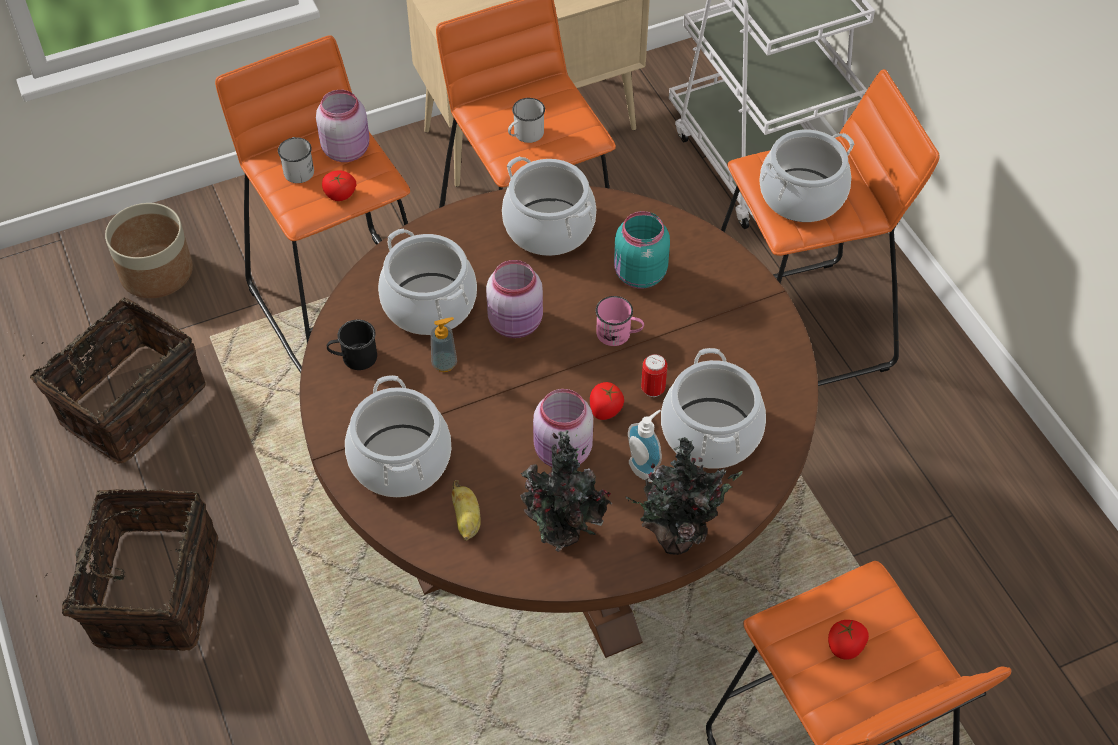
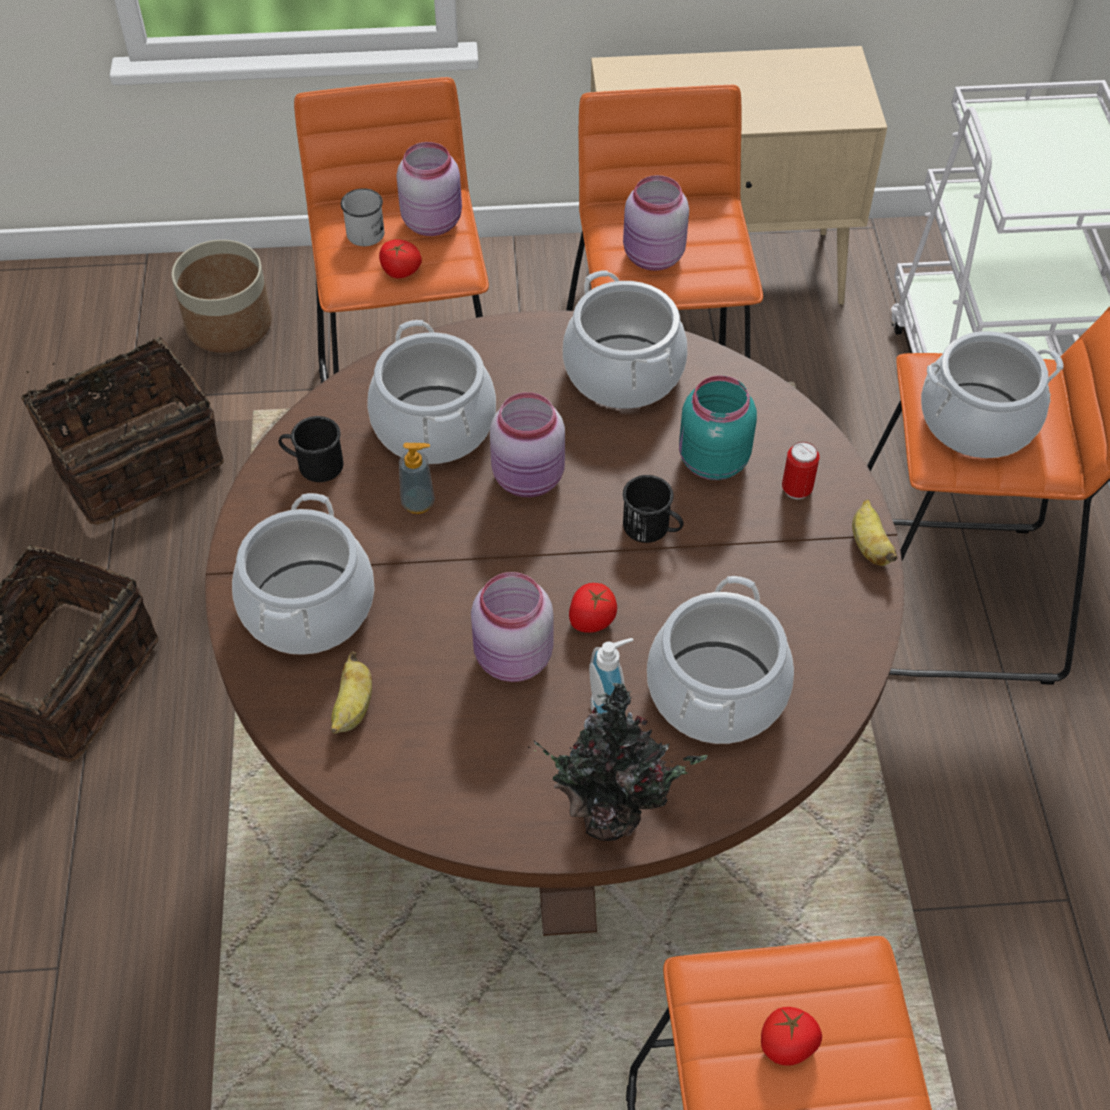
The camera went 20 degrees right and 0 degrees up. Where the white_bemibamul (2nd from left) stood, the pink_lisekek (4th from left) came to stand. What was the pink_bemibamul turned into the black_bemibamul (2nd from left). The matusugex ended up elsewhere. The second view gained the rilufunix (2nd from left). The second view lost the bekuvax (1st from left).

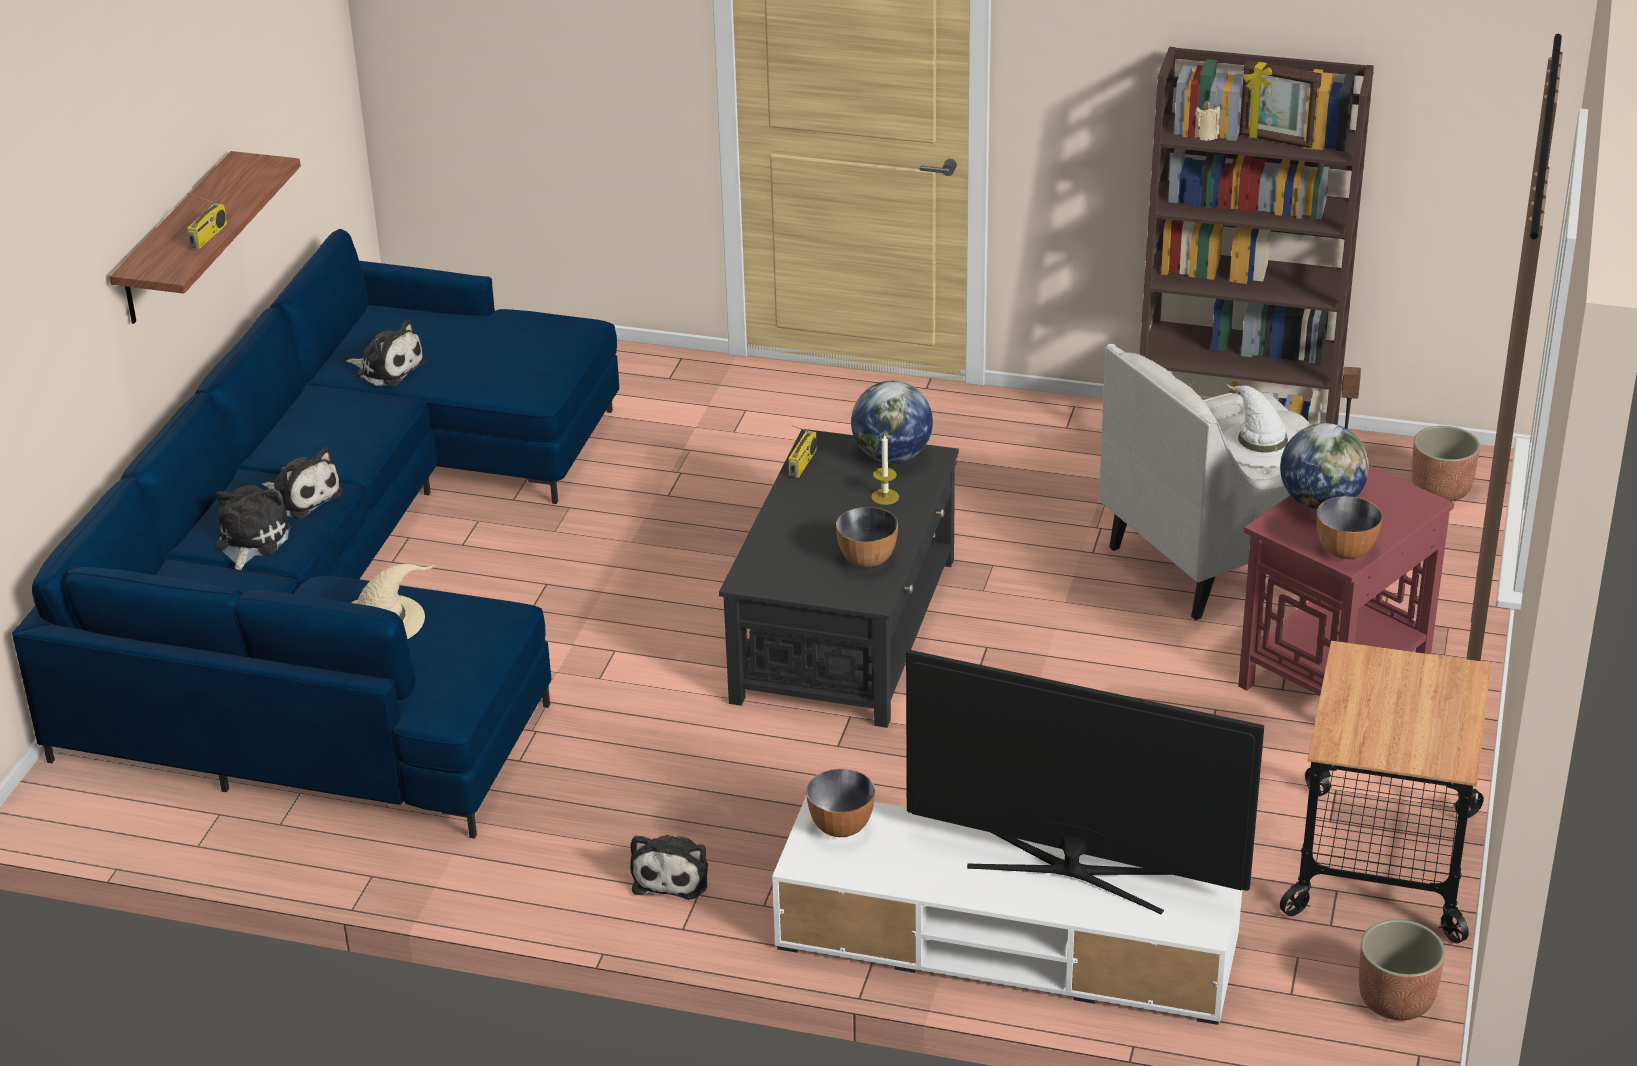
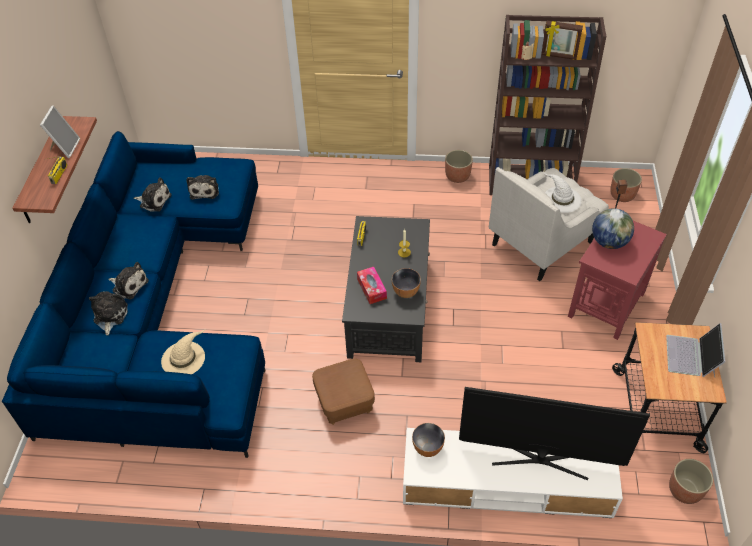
The camera went 10 degrees left and 15 degrees up. The second view gained the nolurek (1st from left). The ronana (4th from left) ended up elsewhere. The second view gained the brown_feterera. The second view gained the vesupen. The second view gained the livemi (1st from left). The second view gained the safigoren. The second view lost the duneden (1st from left). The second view lost the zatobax (3rd from left).

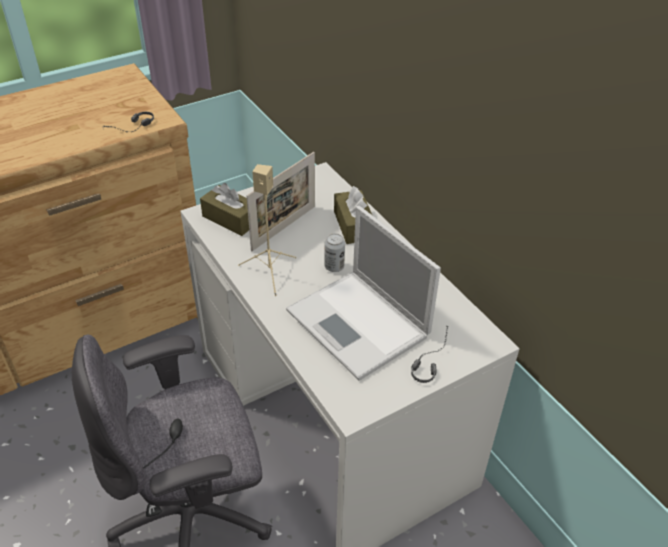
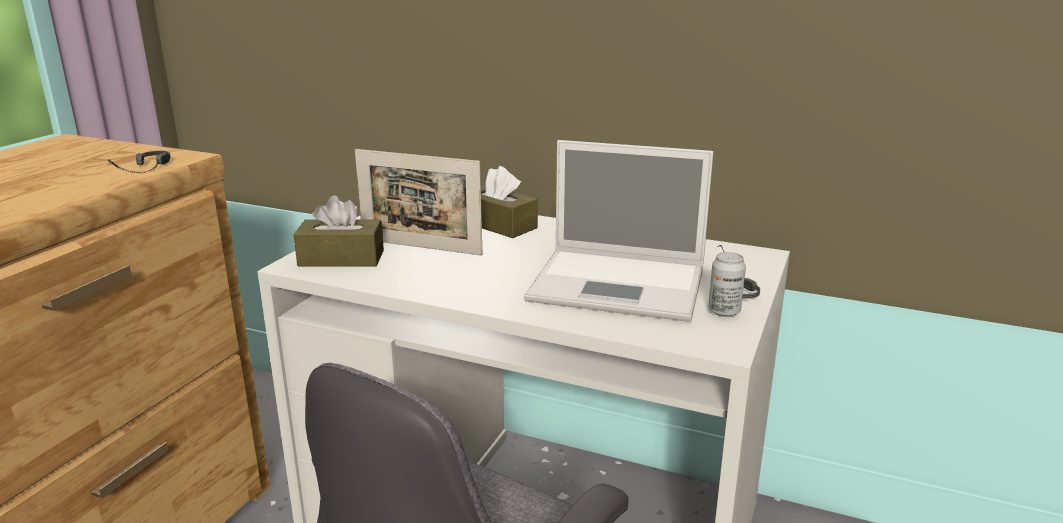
The camera went 35 degrees left and 20 degrees down. The nolurek ended up facing another way, 105 degrees clockwise from before. The matusugex ended up elsewhere. The second view lost the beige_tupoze.

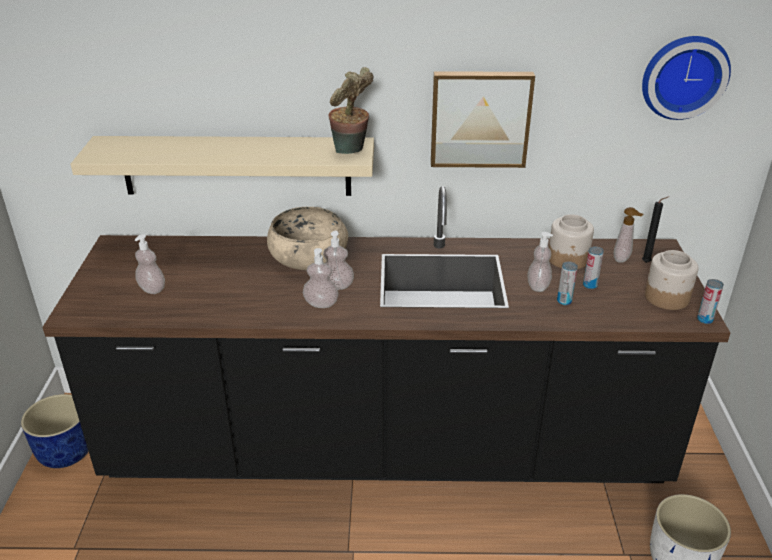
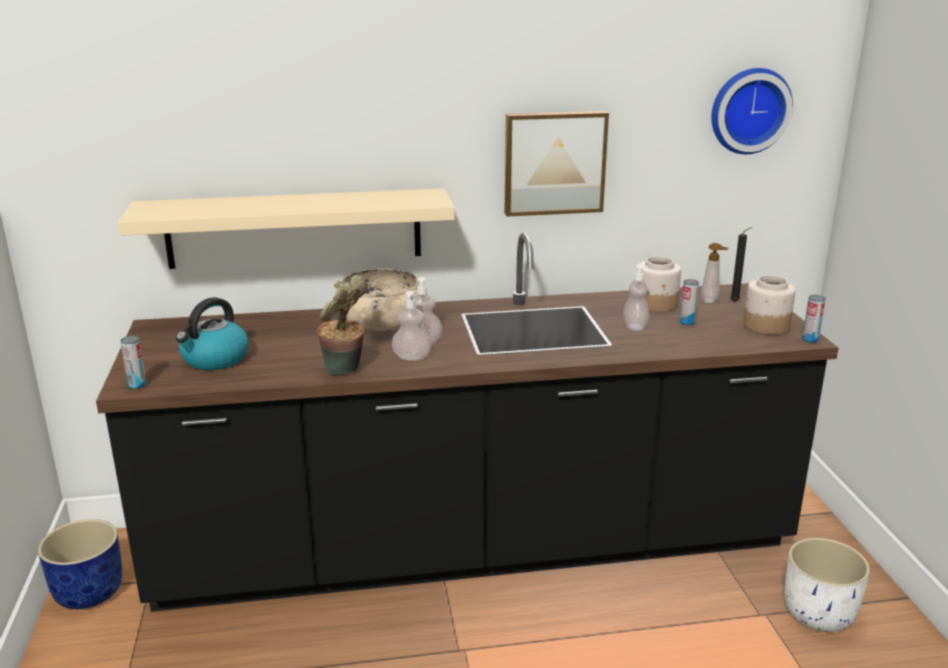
The camera went 10 degrees left and 10 degrees down. The matusugex (1st from left) ended up elsewhere. Where the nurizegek (1st from left) stood, the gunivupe came to stand. The bekuvax ended up elsewhere.

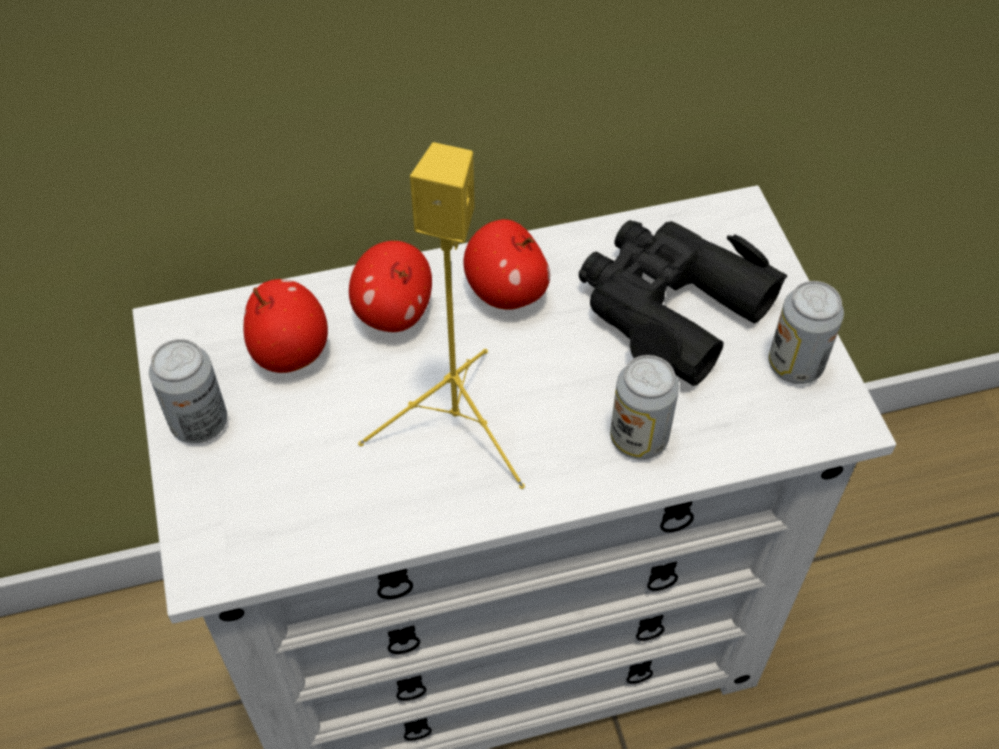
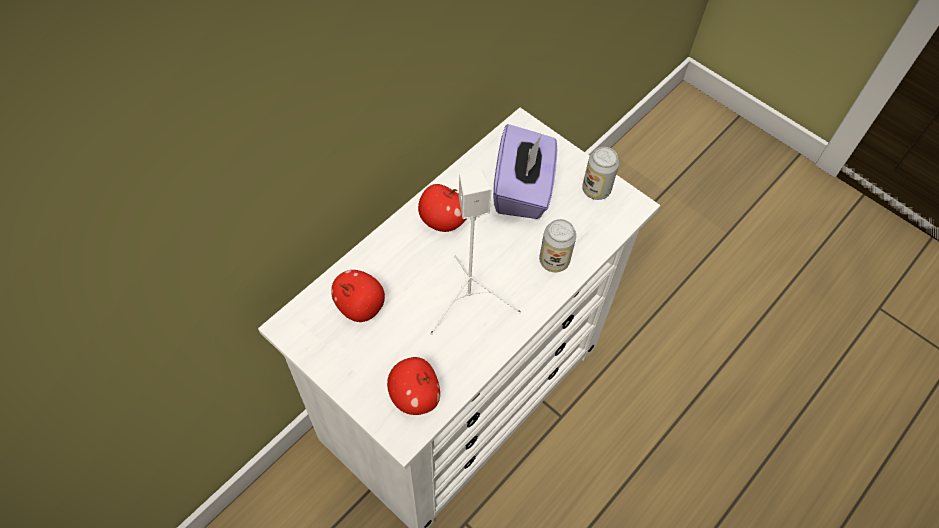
The camera went 35 degrees left and 5 degrees up. The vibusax (2nd from left) ended up elsewhere. What was the yellow_tupoze turned into the white_tupoze. Where the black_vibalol stood, the purple_vesupen came to stand. The second view lost the matusugex (1st from left).

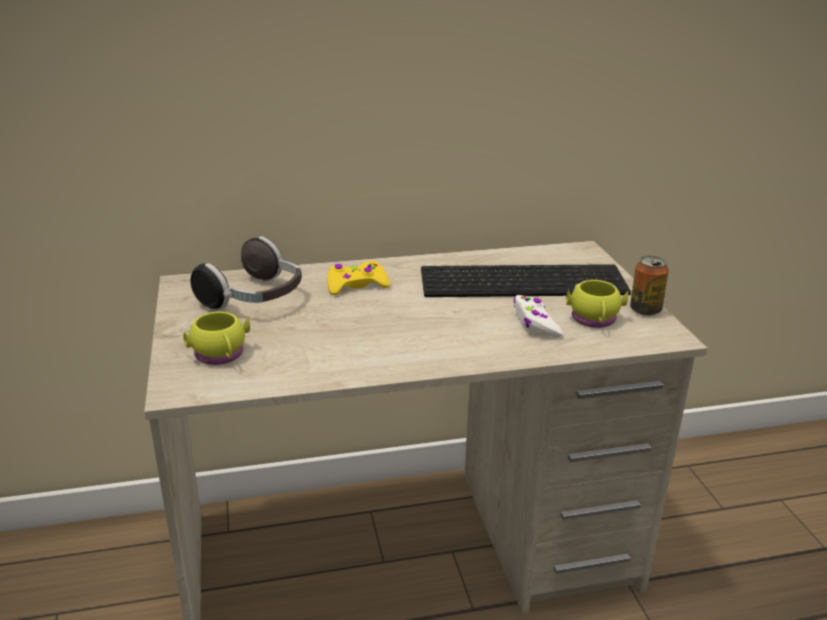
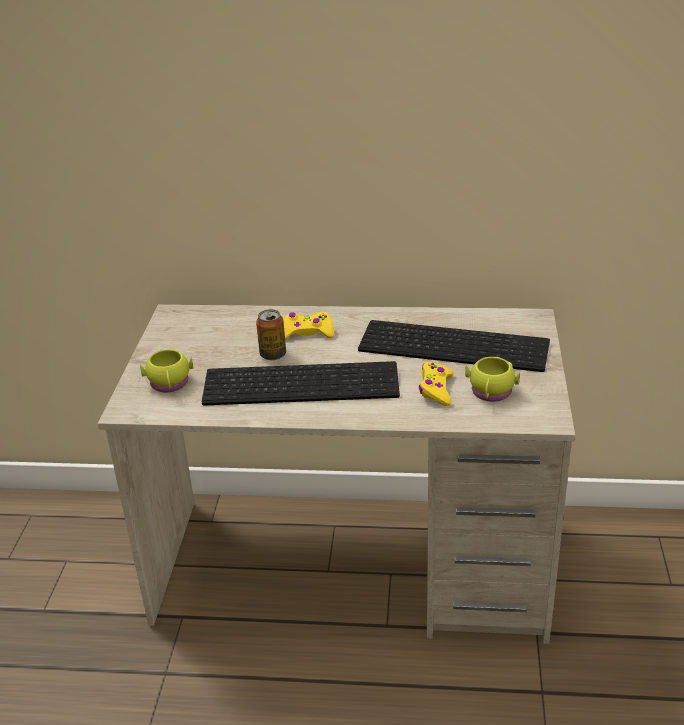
The camera went 20 degrees right and 5 degrees up. The second view gained the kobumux (1st from left). The matusugex ended up elsewhere. What was the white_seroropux turned into the yellow_seroropux (2nd from left). The second view lost the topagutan.

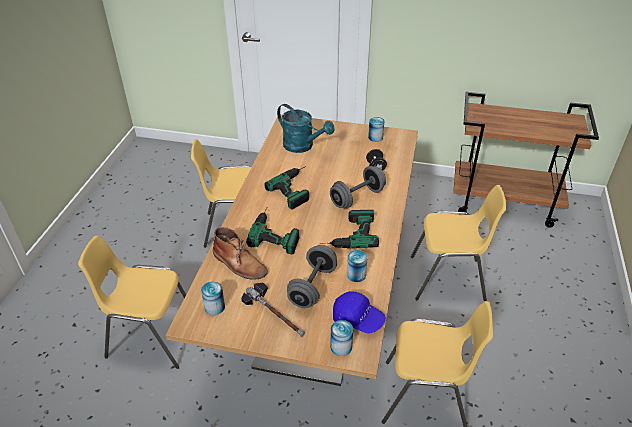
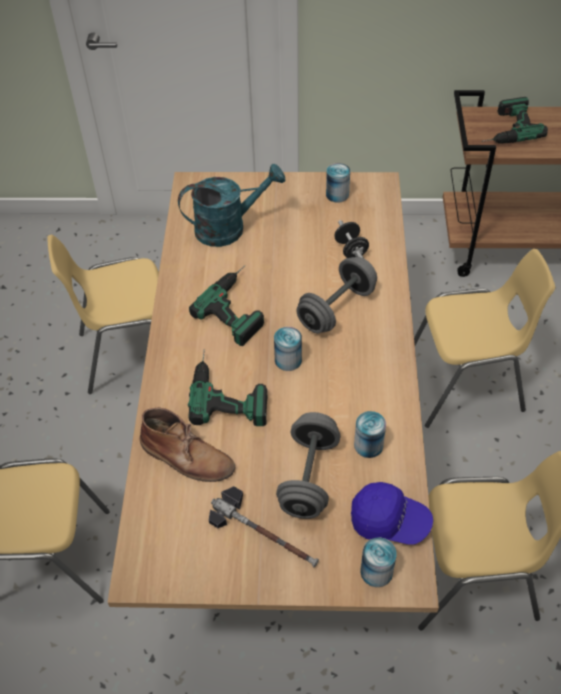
The camera went 10 degrees left and 10 degrees up. The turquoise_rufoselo ended up facing another way, 45 degrees counterclockwise from before. The matusugex (1st from left) ended up elsewhere. The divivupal (3rd from left) ended up elsewhere.

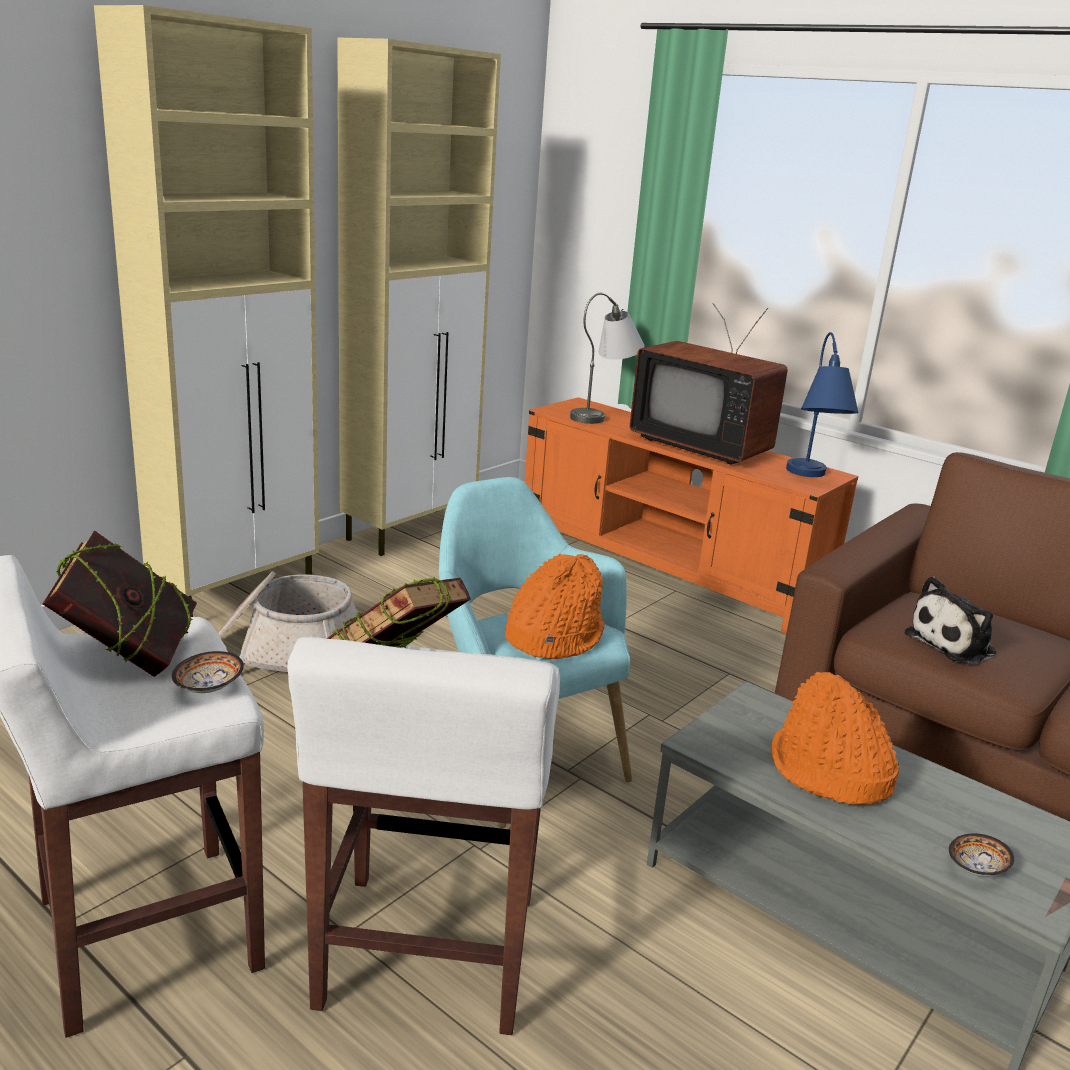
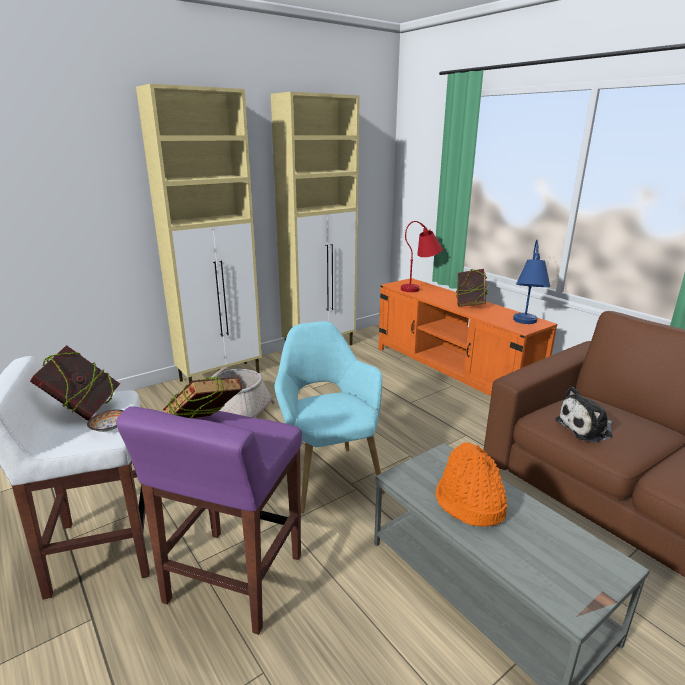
The camera went 15 degrees right and 0 degrees up. What was the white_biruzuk (2nd from left) turned into the purple_biruzuk. What was the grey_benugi turned into the red_benugi. Where the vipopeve stood, the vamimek (3rd from left) came to stand. The second view lost the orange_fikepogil (1st from left). The second view lost the zatobax (2nd from left).

